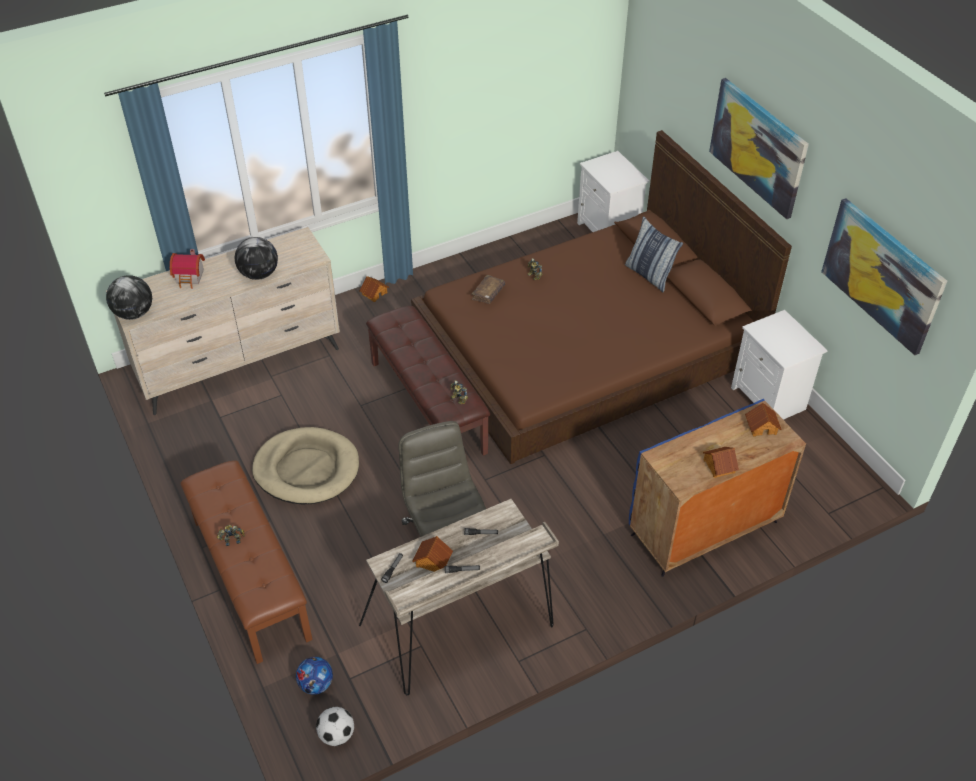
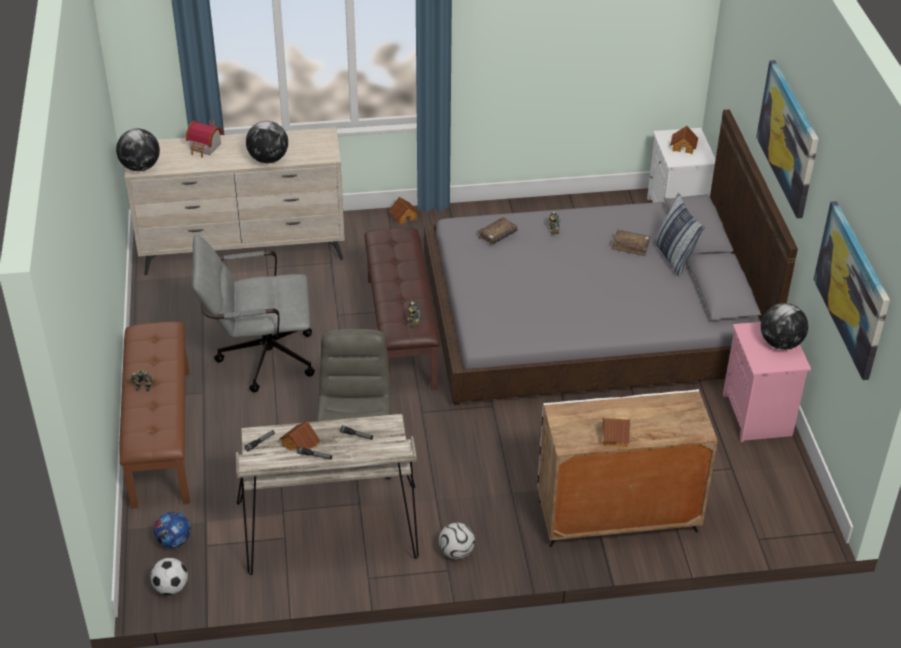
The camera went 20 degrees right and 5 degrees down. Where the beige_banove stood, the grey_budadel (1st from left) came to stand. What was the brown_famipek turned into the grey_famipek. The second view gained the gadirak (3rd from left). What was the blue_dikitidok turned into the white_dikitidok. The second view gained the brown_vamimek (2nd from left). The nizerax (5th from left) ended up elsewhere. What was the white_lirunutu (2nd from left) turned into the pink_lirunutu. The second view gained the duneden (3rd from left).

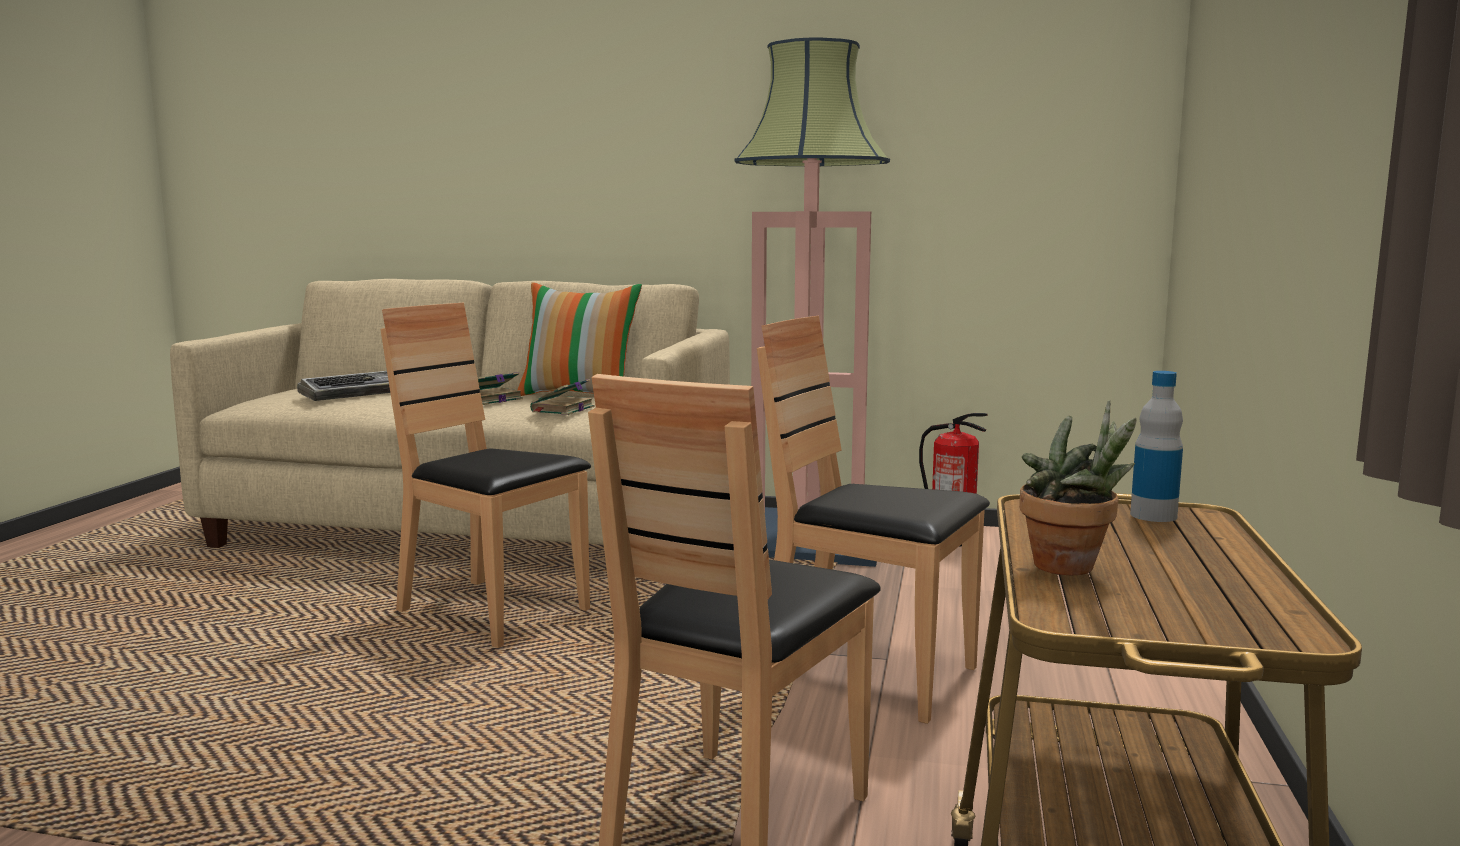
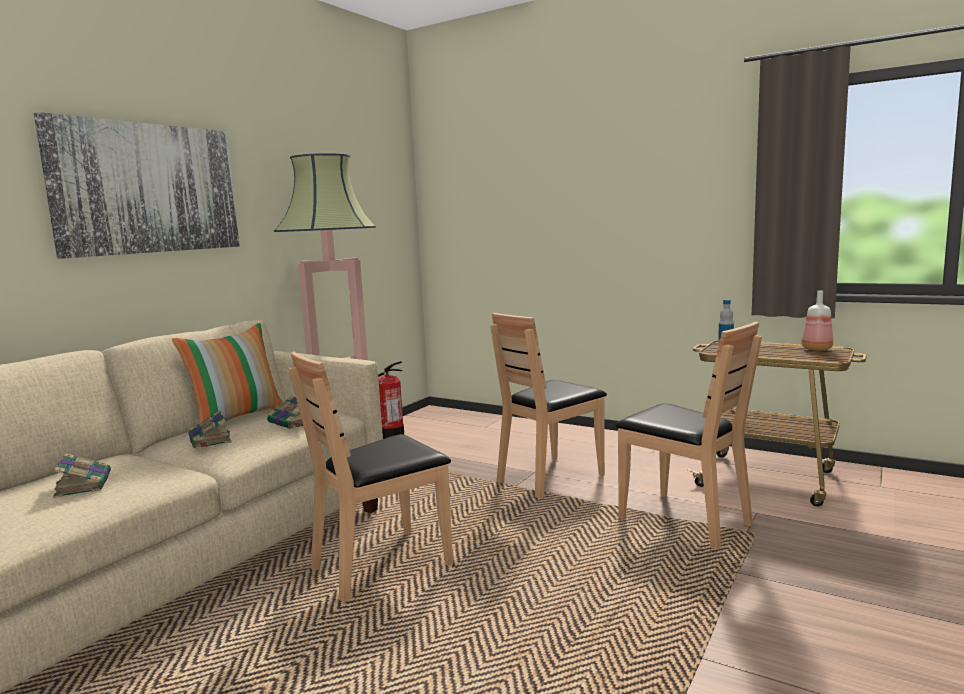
The camera went 70 degrees left and 0 degrees up. The second view gained the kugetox. Where the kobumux stood, the vamimek (1st from left) came to stand. The second view gained the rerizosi (2nd from left). The second view lost the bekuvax.

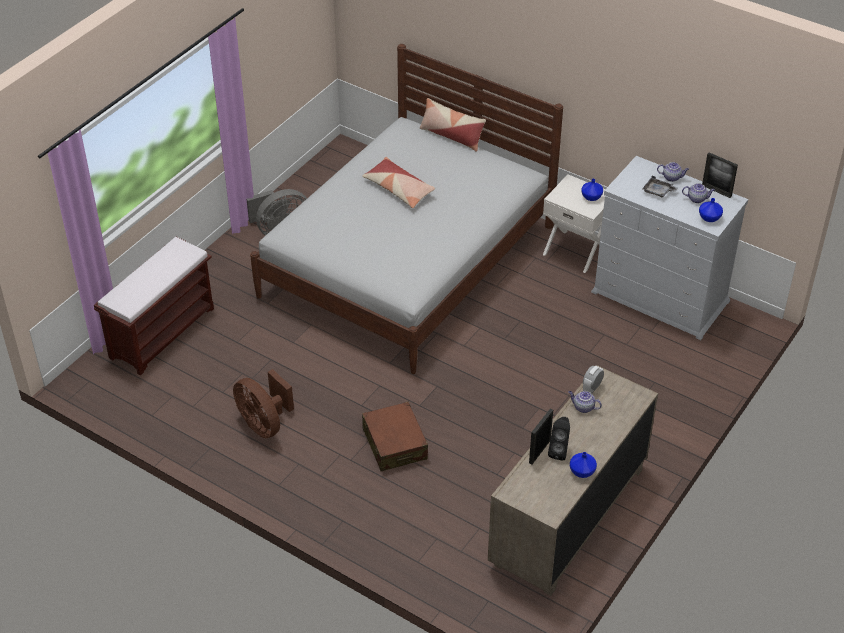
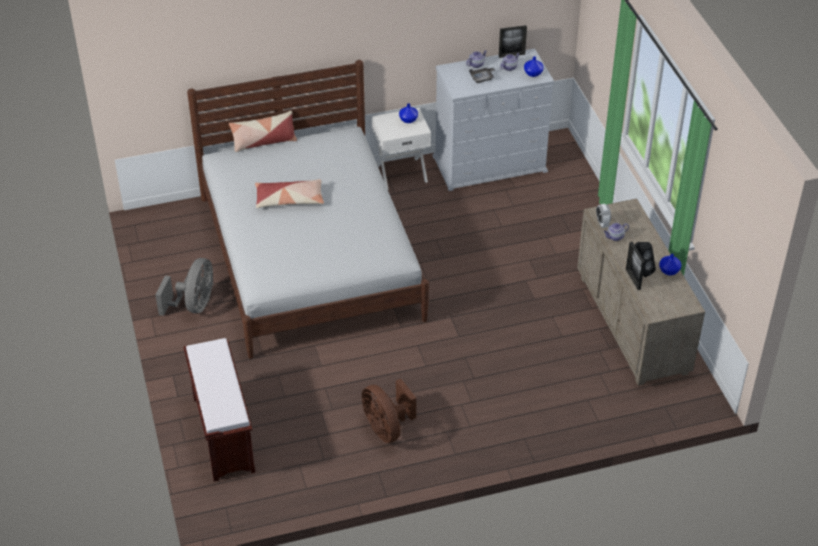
The camera went 50 degrees left and 0 degrees up. The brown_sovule ended up facing another way, 60 degrees clockwise from before. The second view lost the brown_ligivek.

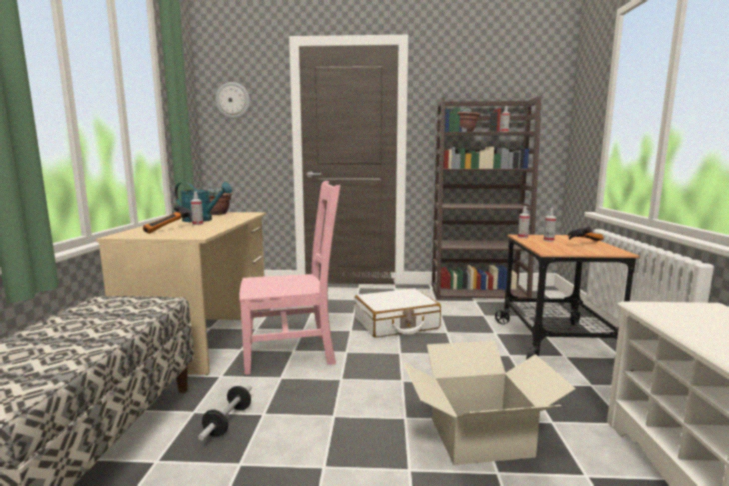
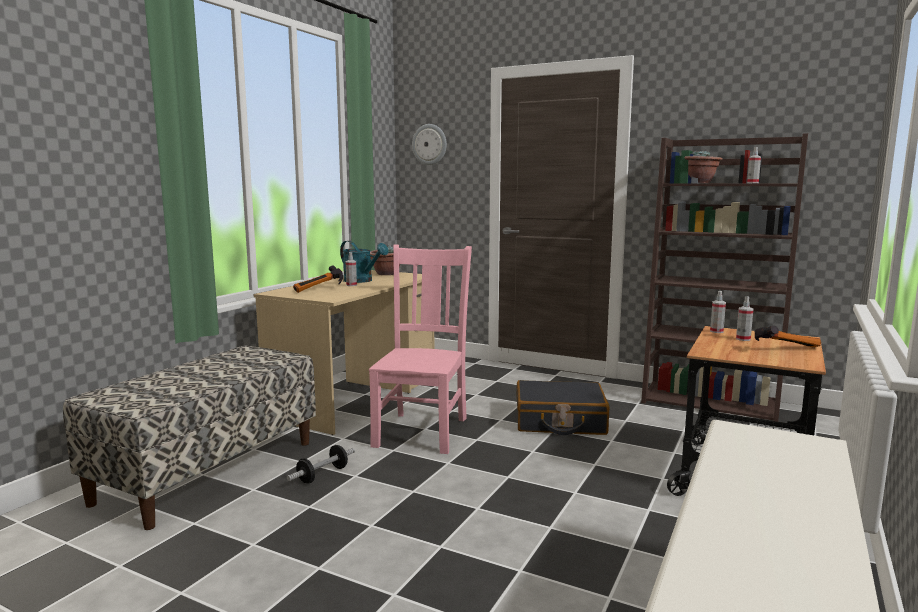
The camera went 25 degrees right and 0 degrees up. The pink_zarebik ended up facing another way, 90 degrees counterclockwise from before. What was the white_ligivek turned into the black_ligivek. The second view lost the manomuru.

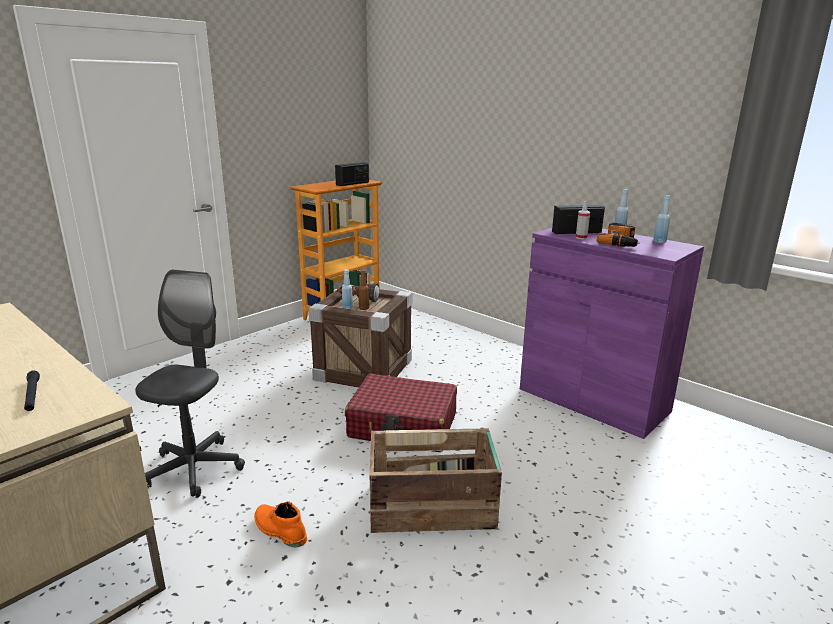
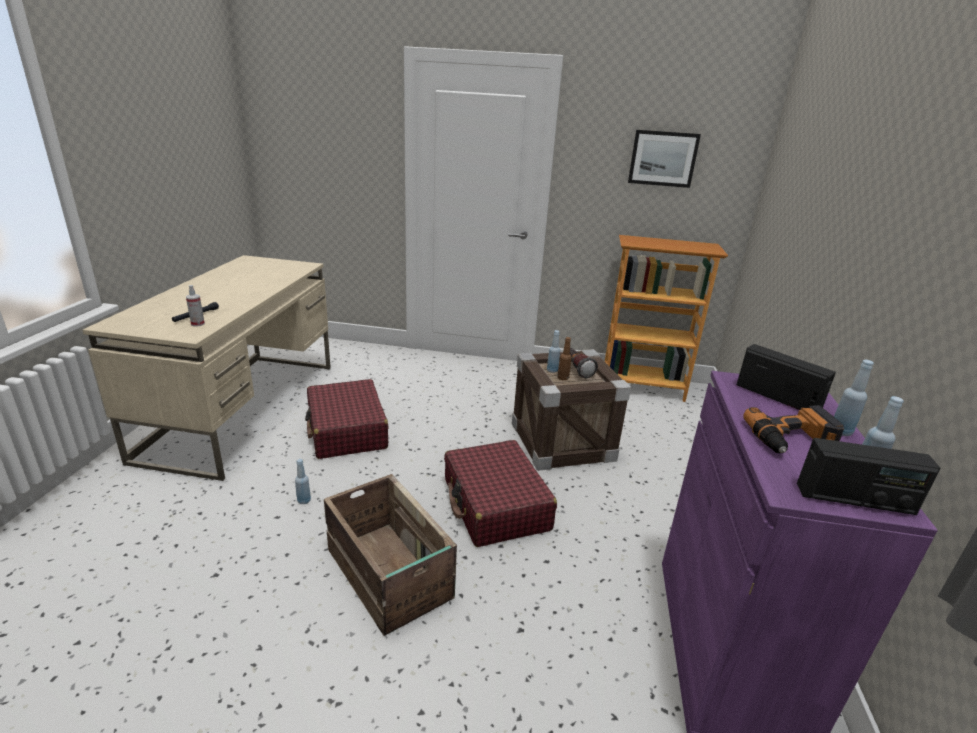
The camera went 55 degrees right and 5 degrees up. The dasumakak ended up elsewhere. Where the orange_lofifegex stood, the blue_rerizosi (1st from left) came to stand. Where the grey_budadel stood, the red_ligivek (1st from left) came to stand. The second view gained the kugetox. The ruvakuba (1st from left in the first image) ended up elsewhere.

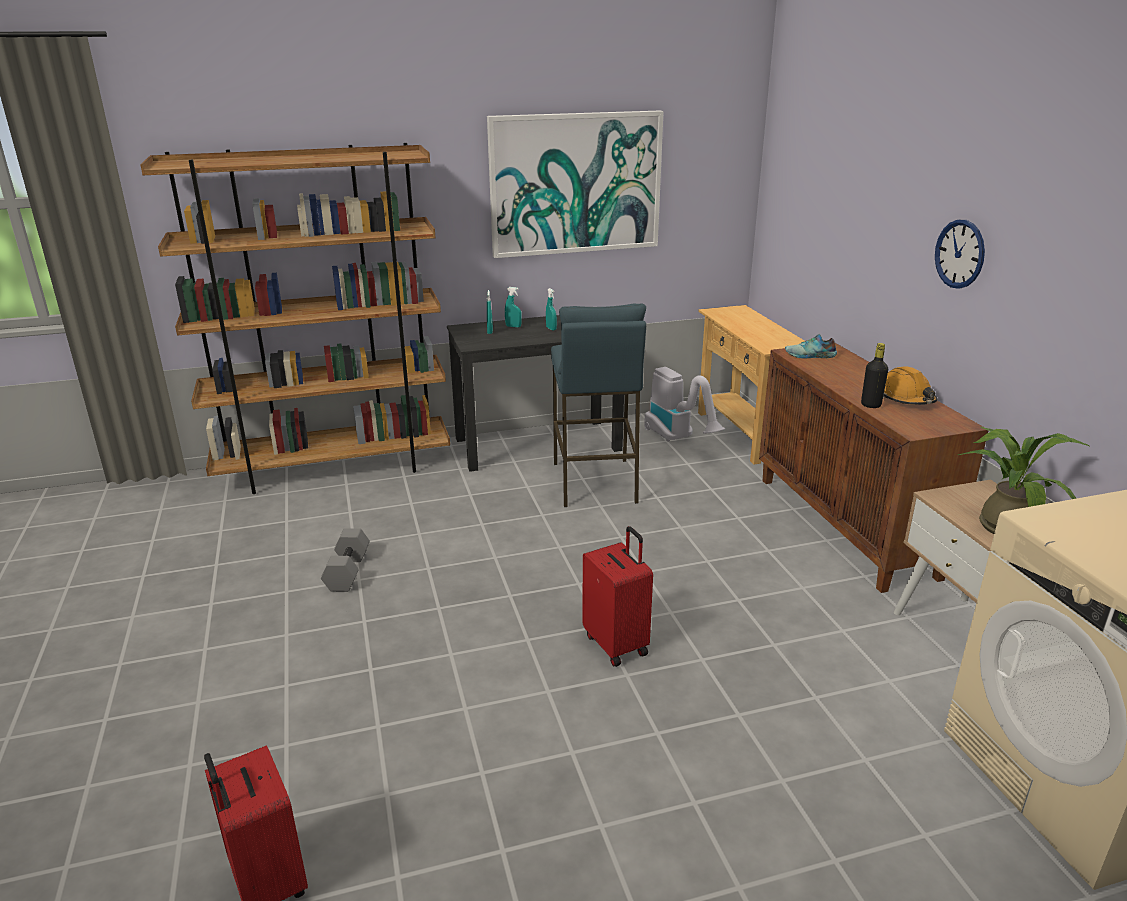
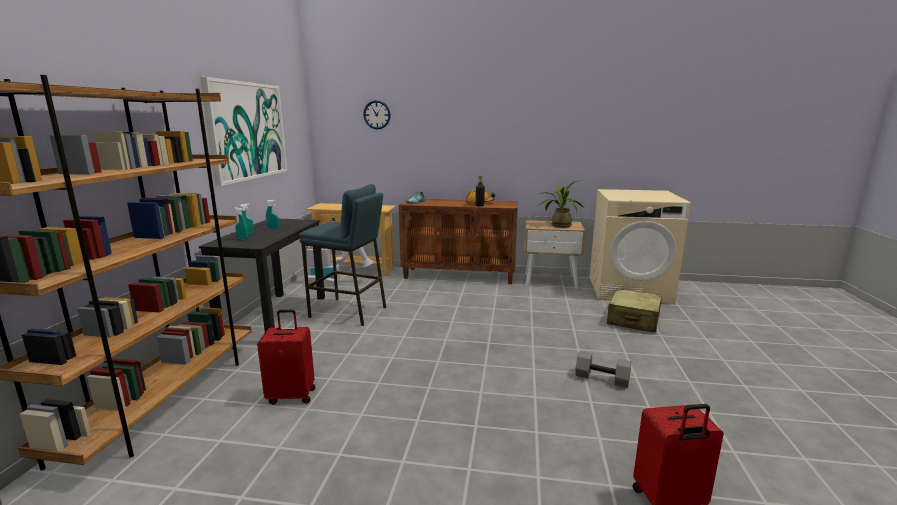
The camera went 65 degrees left and 10 degrees down. The red_ligivek (2nd from left in the first image) ended up elsewhere. The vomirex ended up elsewhere. The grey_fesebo ended up elsewhere. The second view gained the beige_ligivek.

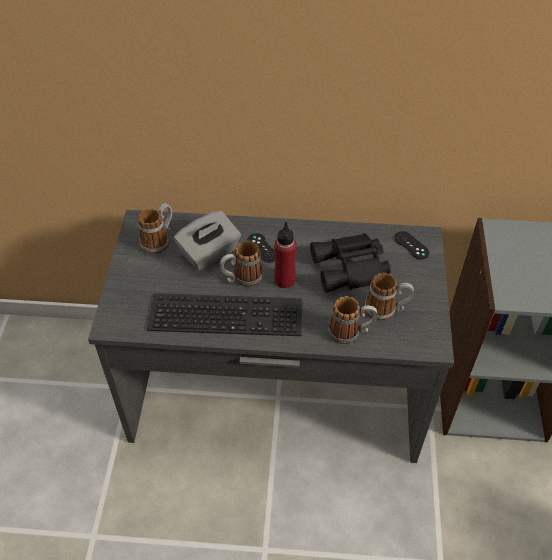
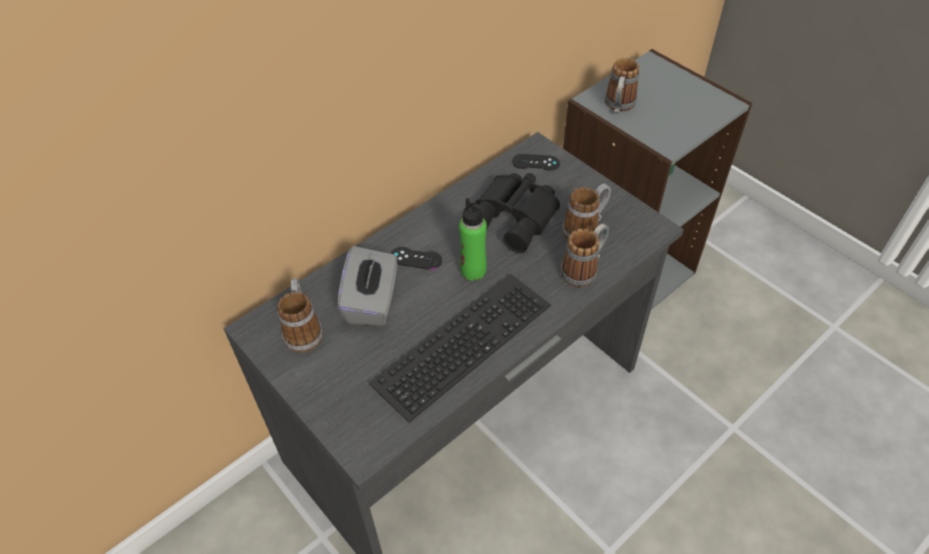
The camera went 45 degrees left and 0 degrees up. What was the red_rerizosi turned into the green_rerizosi. The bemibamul (2nd from left in the first image) ended up elsewhere.

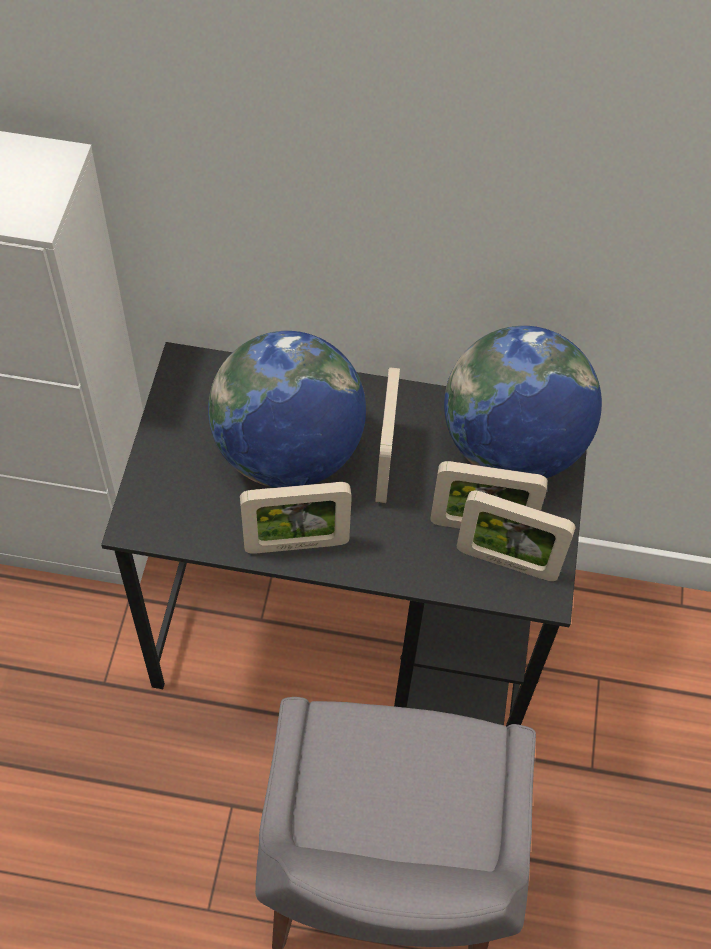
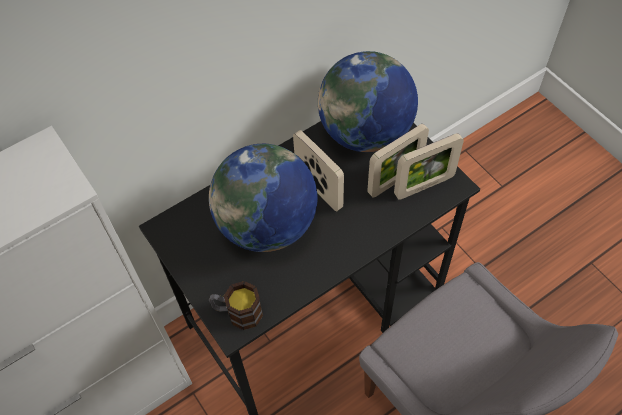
The camera went 40 degrees left and 0 degrees up. The second view gained the bemibamul. The second view lost the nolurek (1st from left).

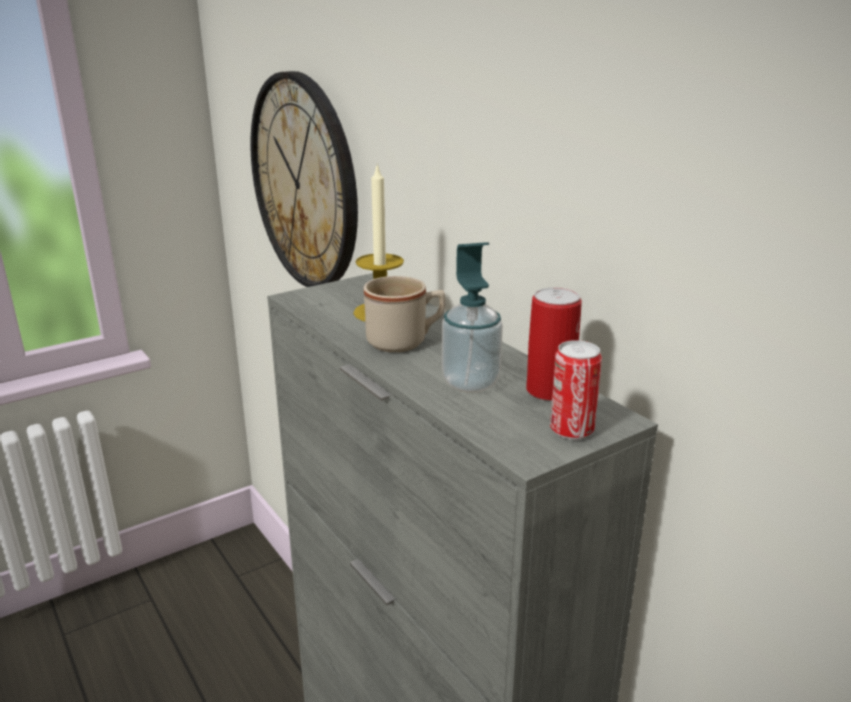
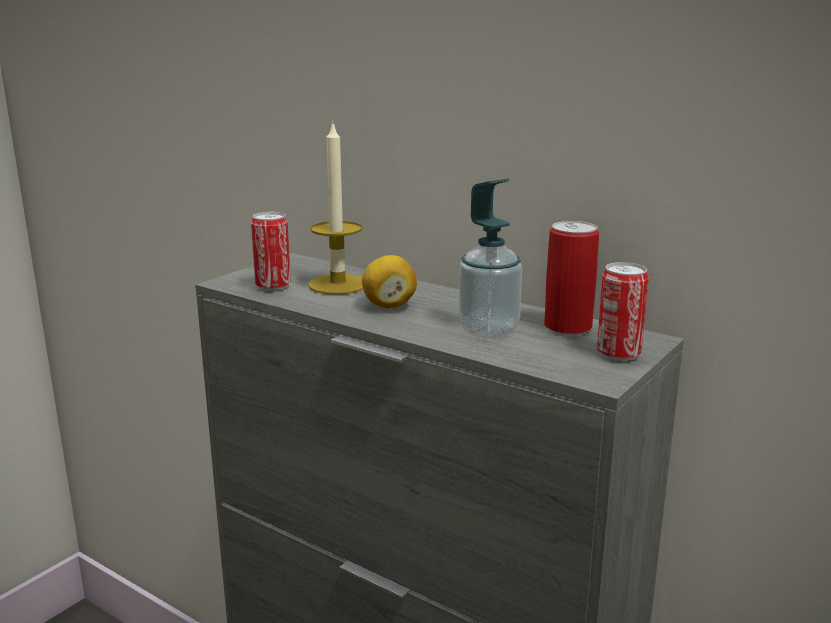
The camera went 20 degrees left and 5 degrees down. The second view gained the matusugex (1st from left). Where the beige_bemibamul stood, the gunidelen came to stand. The second view lost the vomirex.

